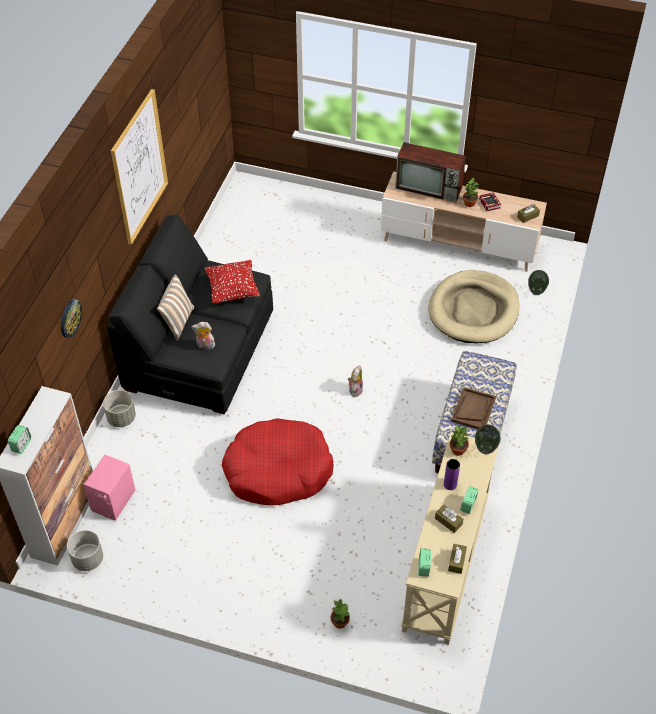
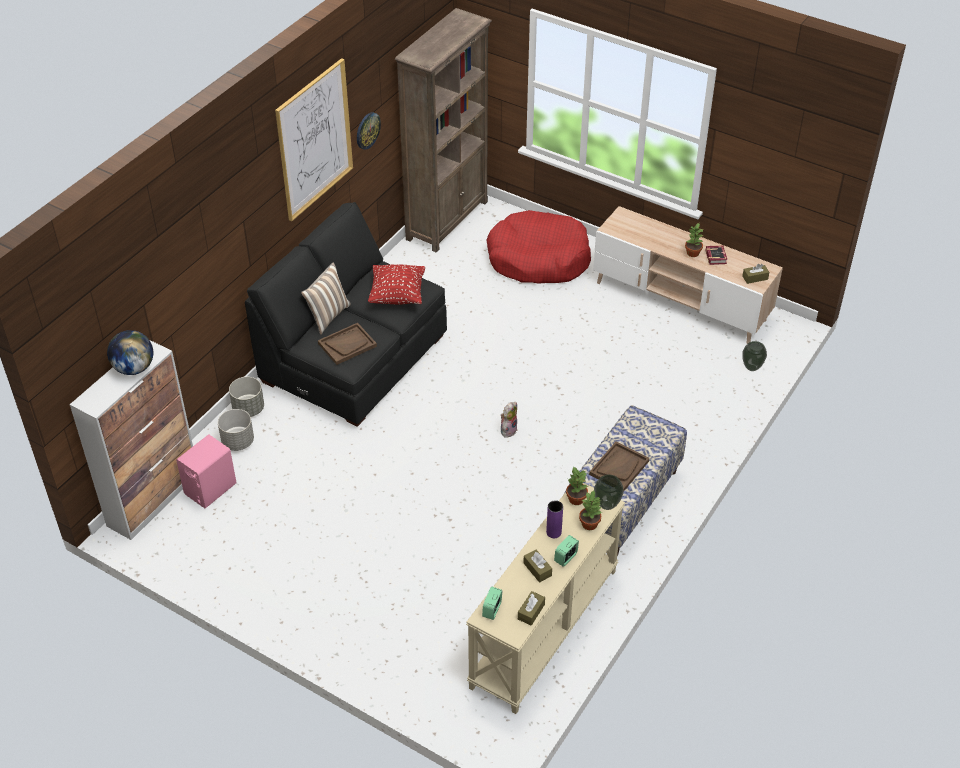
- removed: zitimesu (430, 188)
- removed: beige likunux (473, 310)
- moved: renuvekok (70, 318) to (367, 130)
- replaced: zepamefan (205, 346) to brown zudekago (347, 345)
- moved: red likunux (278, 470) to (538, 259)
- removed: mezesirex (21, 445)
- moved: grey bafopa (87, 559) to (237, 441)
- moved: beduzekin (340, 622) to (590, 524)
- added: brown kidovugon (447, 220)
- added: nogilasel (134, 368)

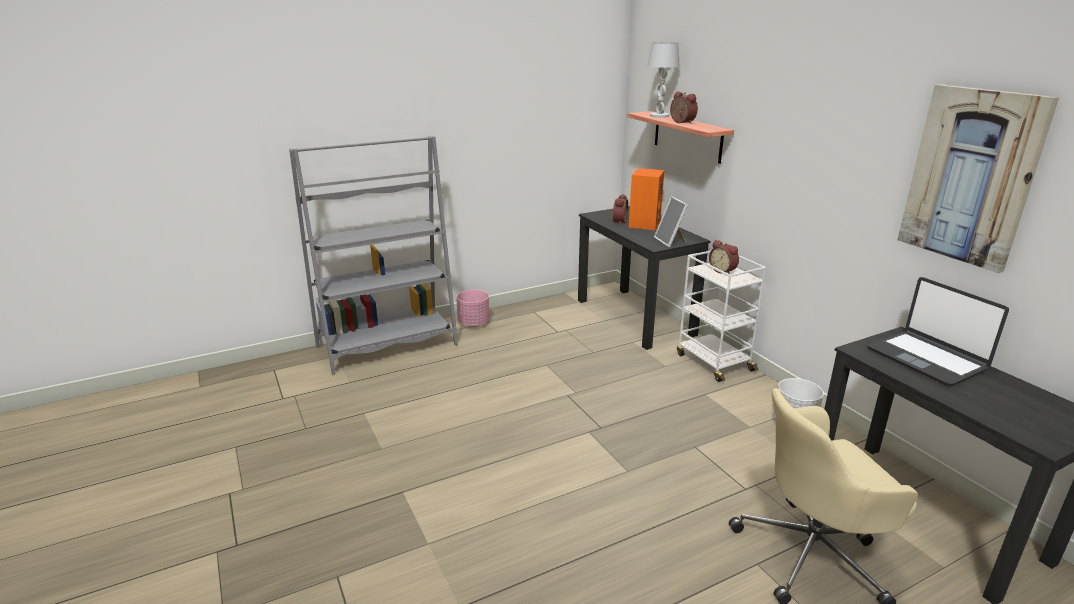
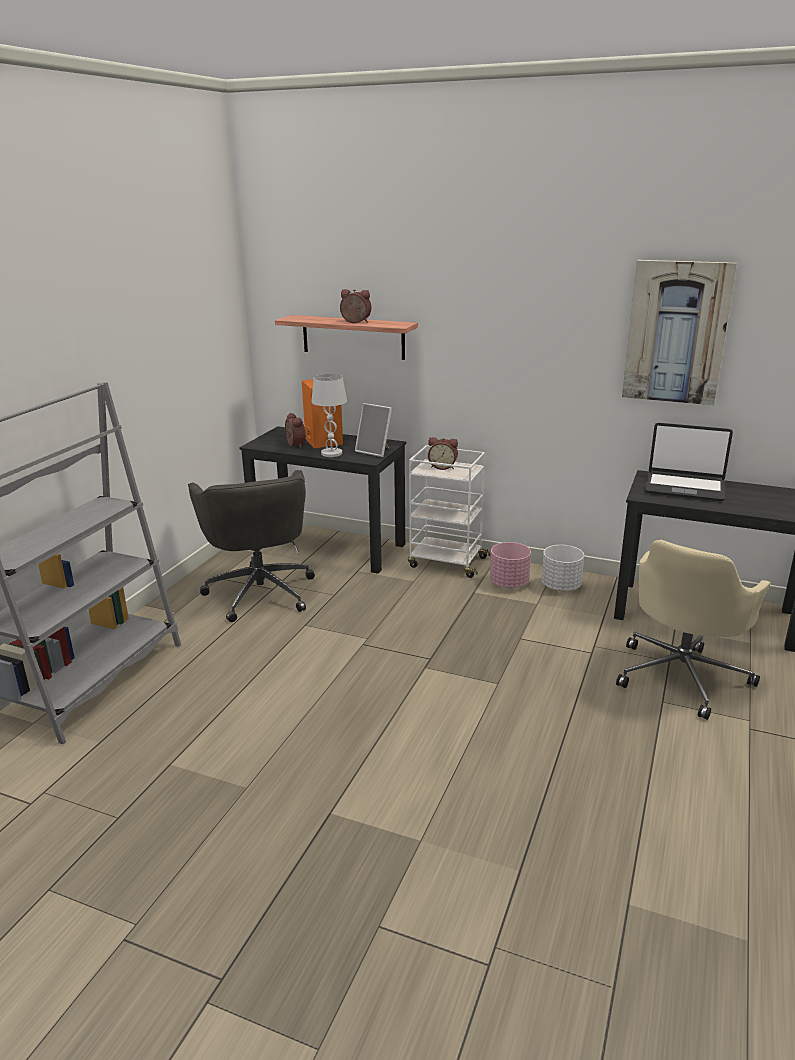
- moved: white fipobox (659, 116) to (332, 453)
- moved: pink bafopa (474, 323) to (509, 583)
- added: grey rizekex (260, 591)

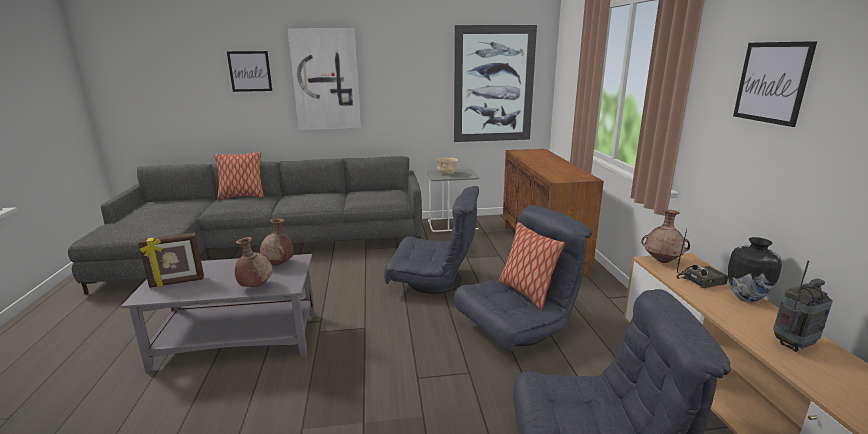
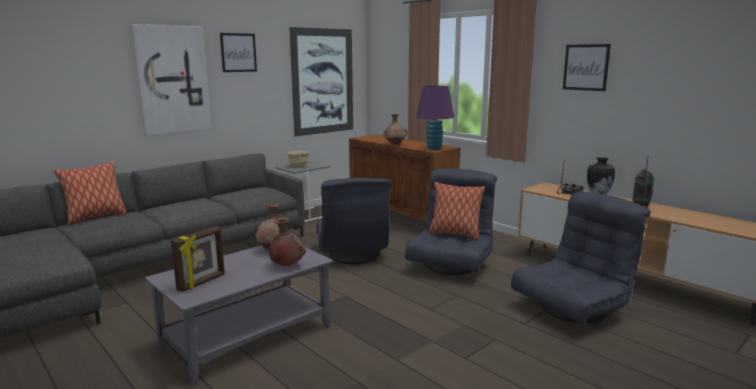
- moved: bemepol (250, 71) to (238, 52)
- turned: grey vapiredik (434, 282) = (353, 255) 105 degrees clockwise
- moved: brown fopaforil (662, 261) to (395, 144)
- added: purple fipobox (434, 148)

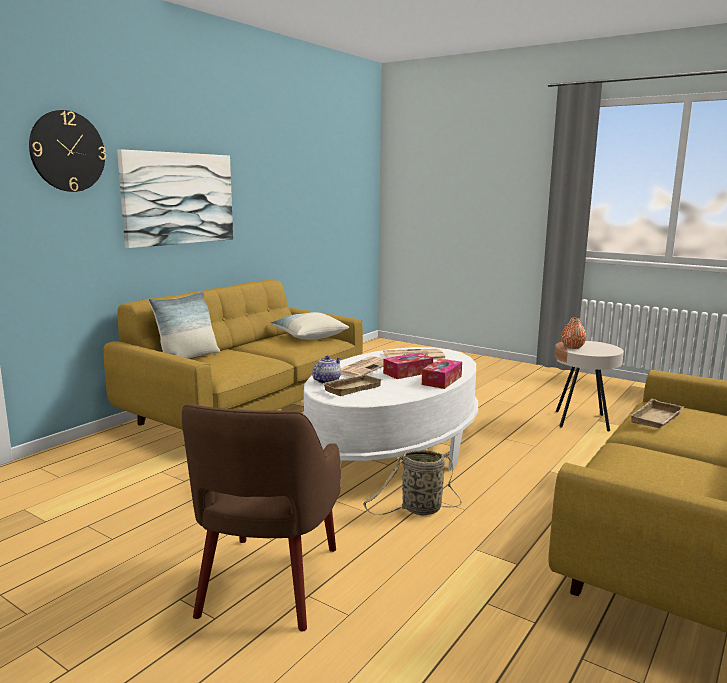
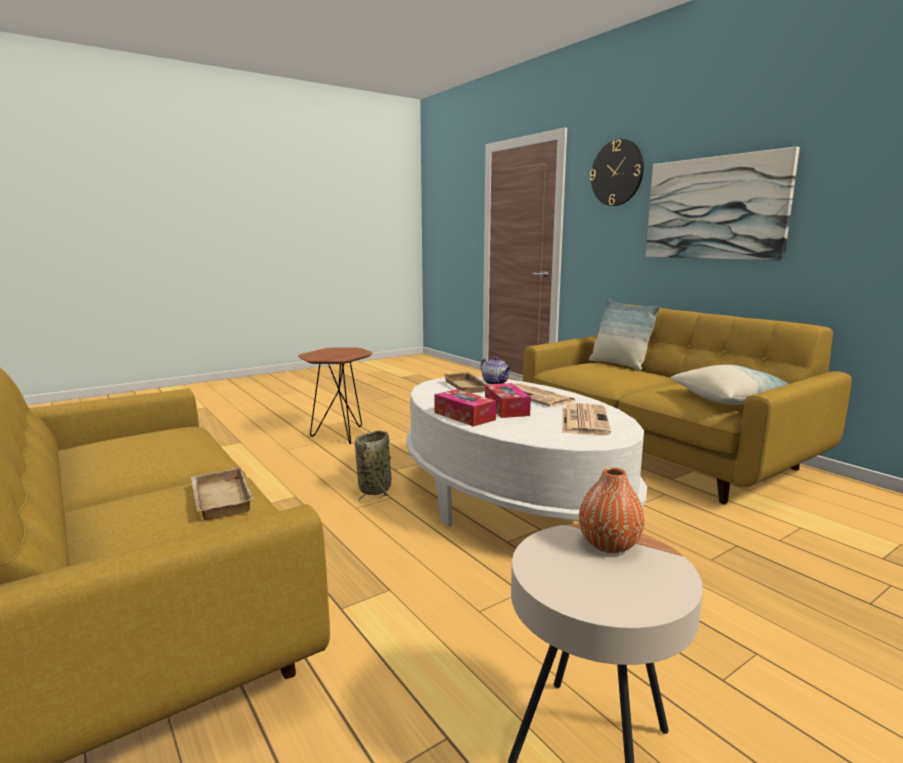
- replaced: brown vapiredik (267, 583) to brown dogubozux (339, 436)

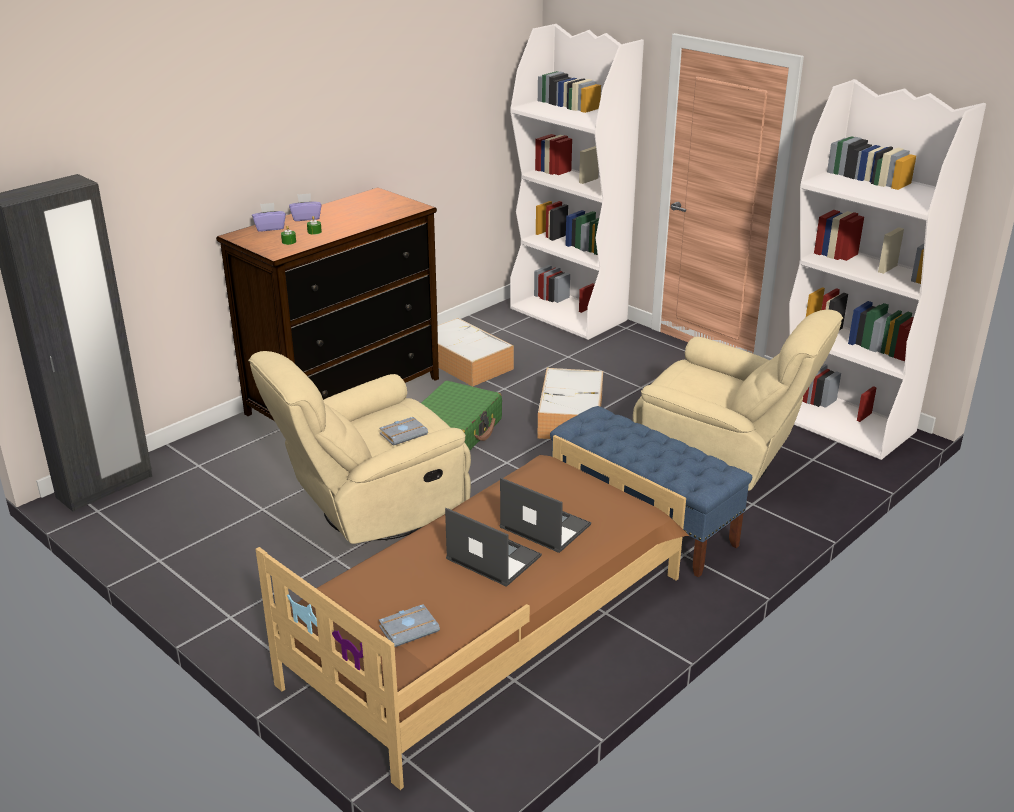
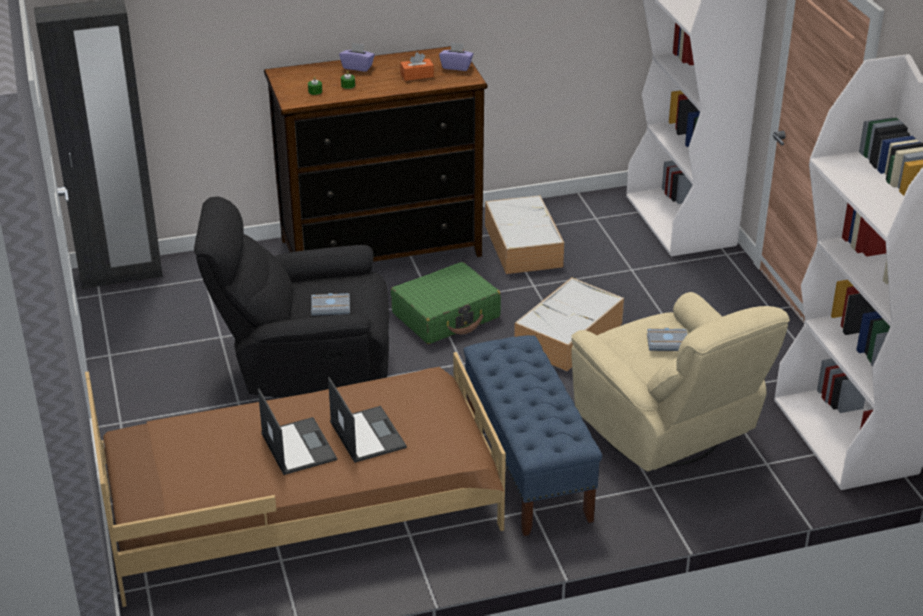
- moved: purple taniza (269, 228) to (456, 67)
- recoloured: beige vapiredik (371, 509) to black vapiredik (305, 368)
- moved: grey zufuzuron (409, 628) to (668, 342)
- added: orange taniza (417, 75)

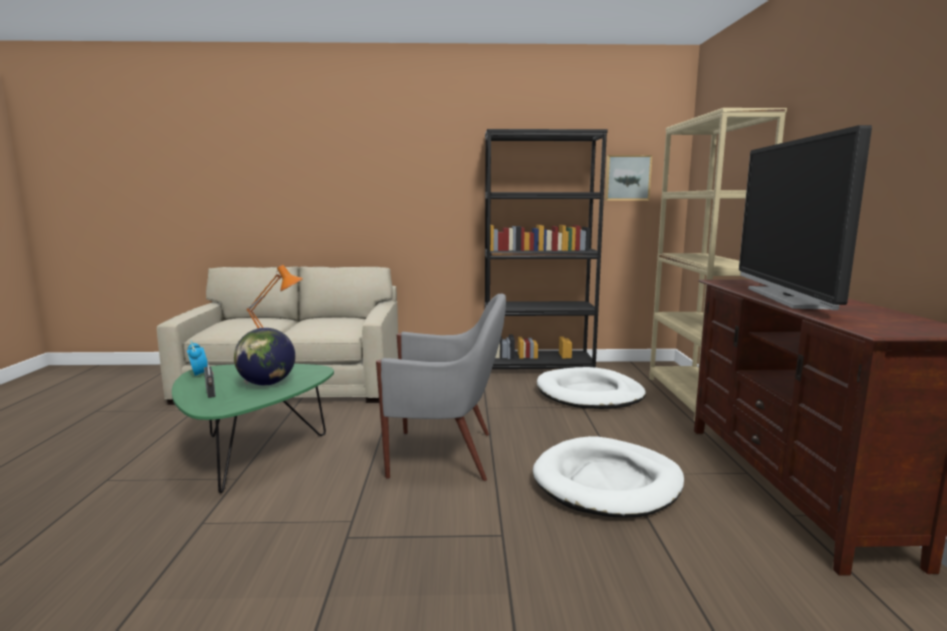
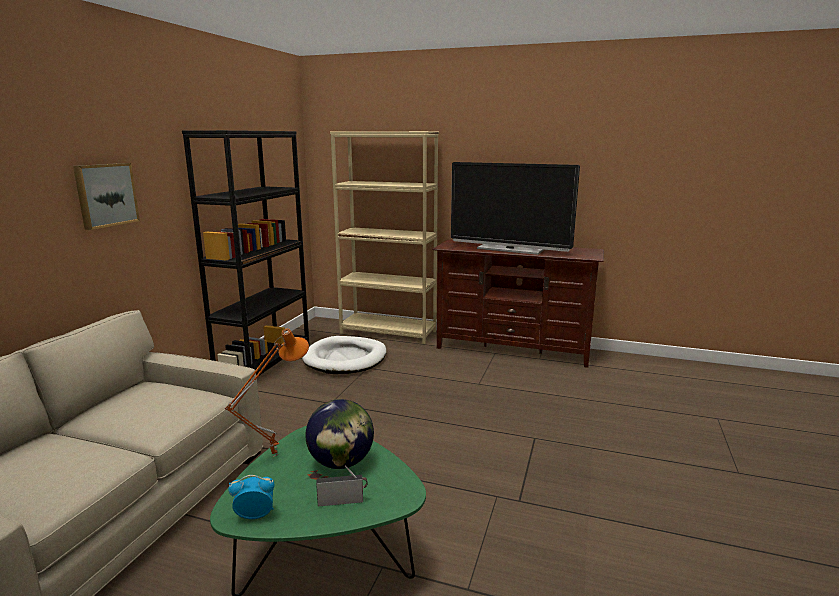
- moved: bemepol (627, 178) to (105, 195)
- removed: grey vapiredik (444, 455)
- removed: white likunux (607, 482)

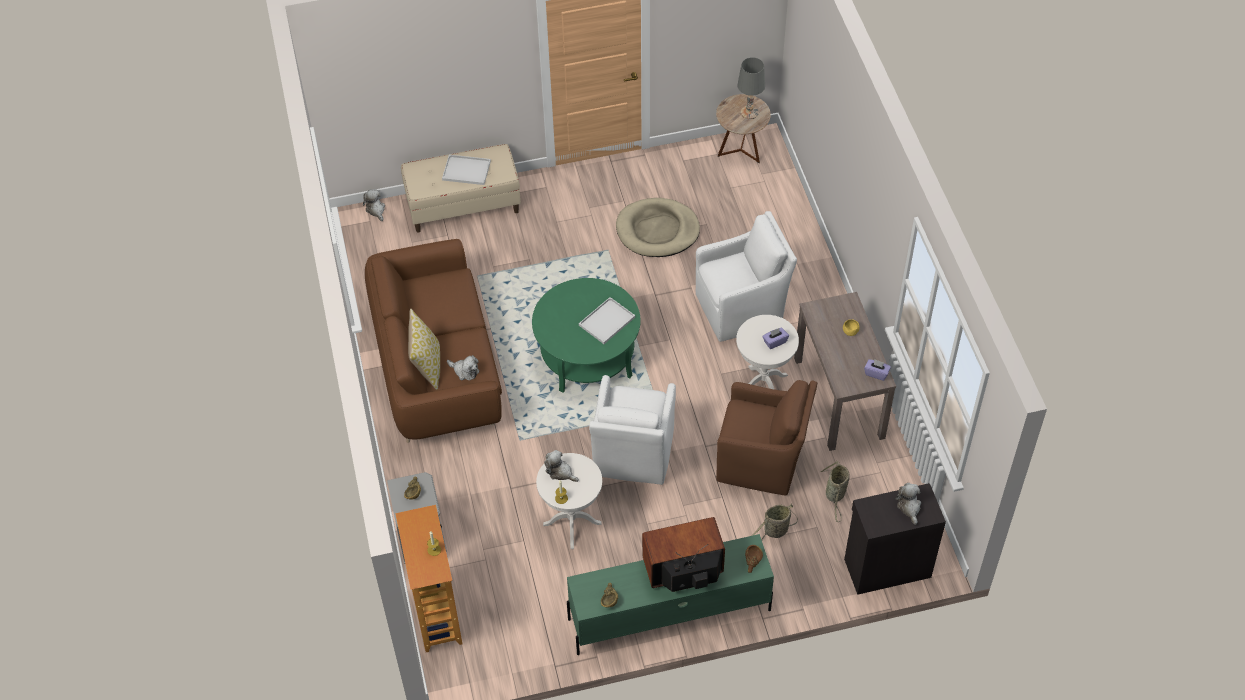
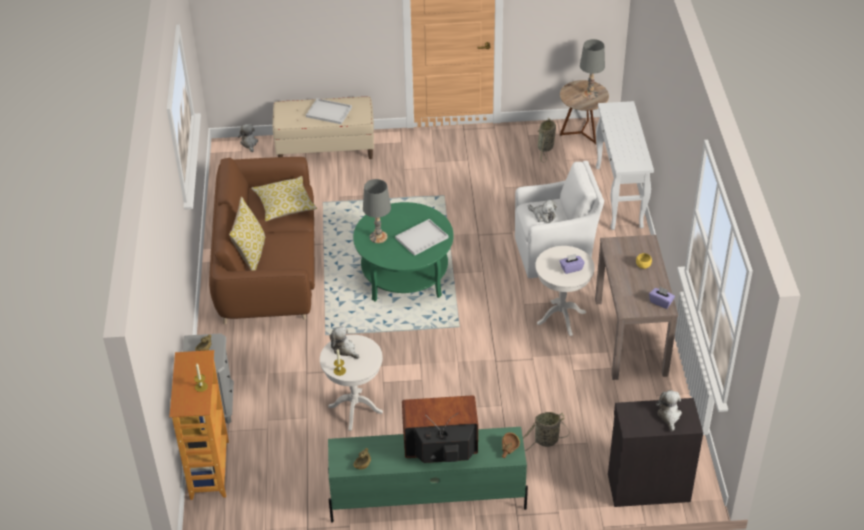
- removed: beige likunux (657, 230)
- moved: zepamefan (465, 371) to (543, 215)
- removed: white vapiredik (633, 454)
- removed: brown vapiredik (762, 461)
- moved: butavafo (835, 495) to (545, 148)
- added: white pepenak (619, 197)
- added: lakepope (284, 205)
- added: grey fipobox (378, 237)

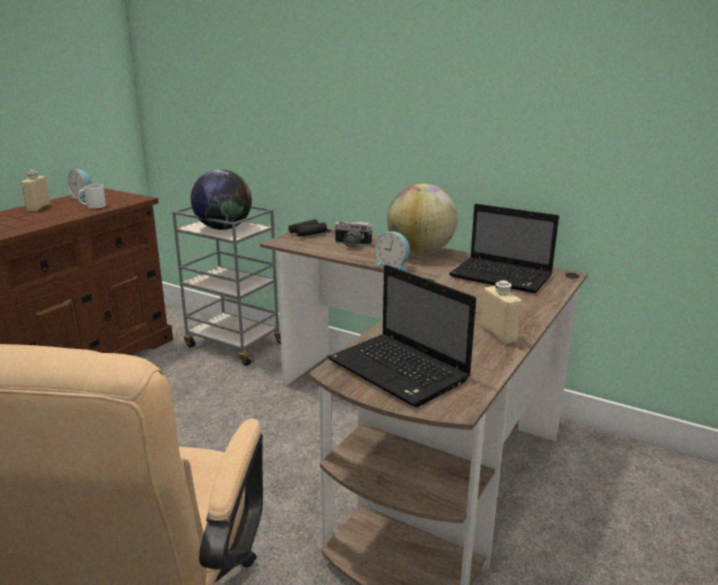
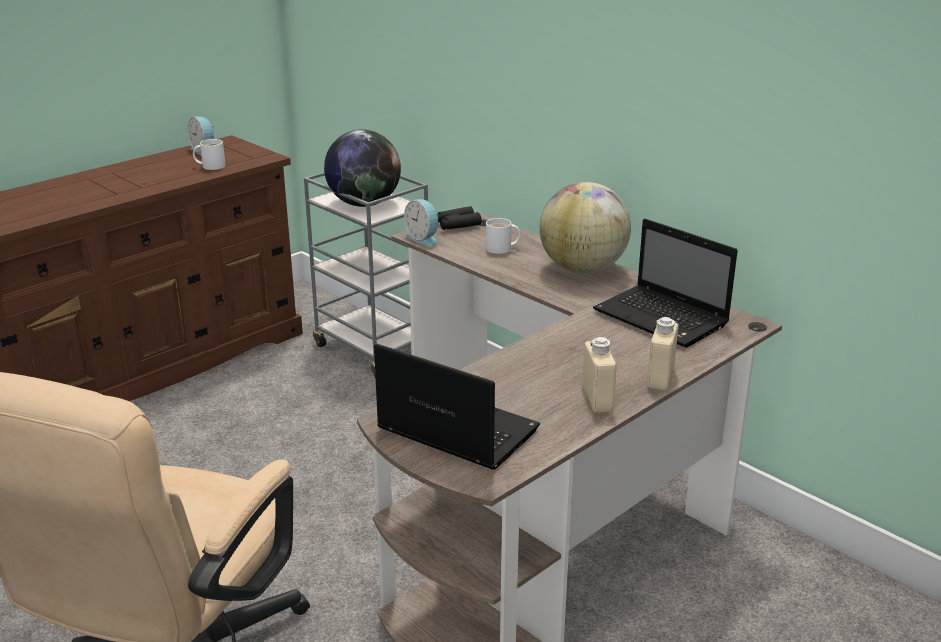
- moved: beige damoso (38, 207) to (660, 377)
- replaced: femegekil (351, 245) to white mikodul (501, 249)
- moved: mezesirex (393, 266) to (423, 238)
- turned: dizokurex (400, 371) = (454, 430) 150 degrees clockwise

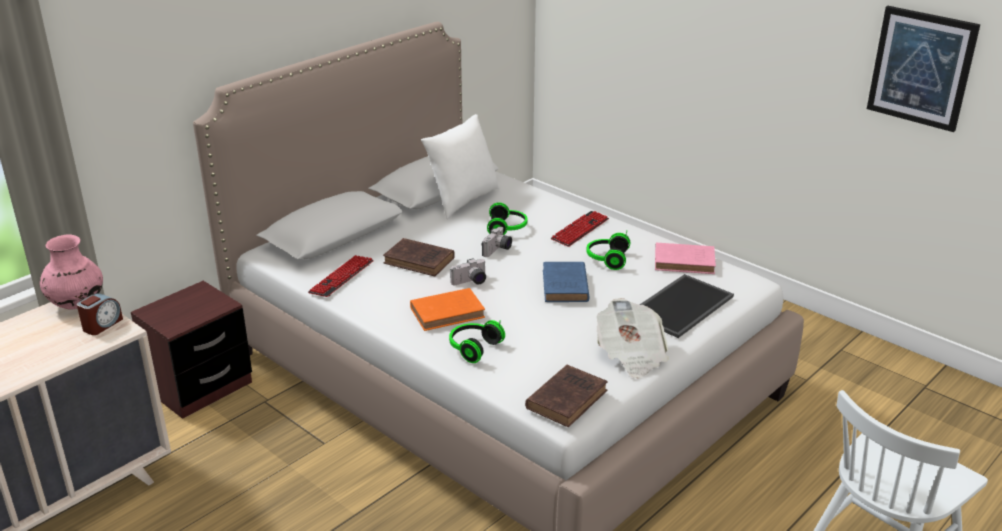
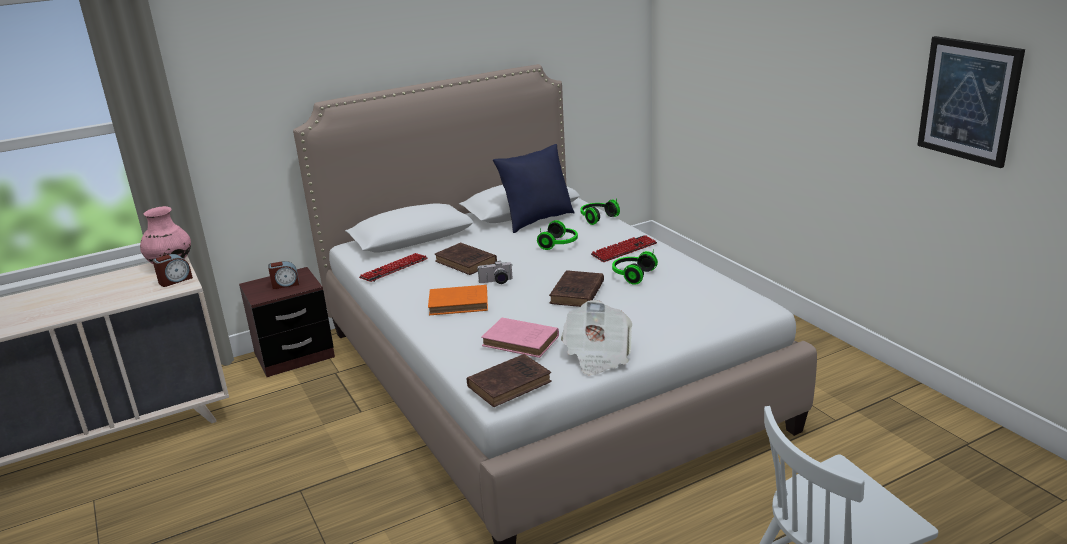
- recoloured: white lakepope (462, 201) to blue lakepope (536, 220)
- removed: femegekil (498, 250)
- moved: pink zufuzuron (686, 262) to (522, 342)
- recoloured: blue zufuzuron (565, 287) to brown zufuzuron (576, 293)
- removed: zudekago (680, 305)
- moved: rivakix (473, 348) to (597, 218)
- added: mezesirex (285, 284)

